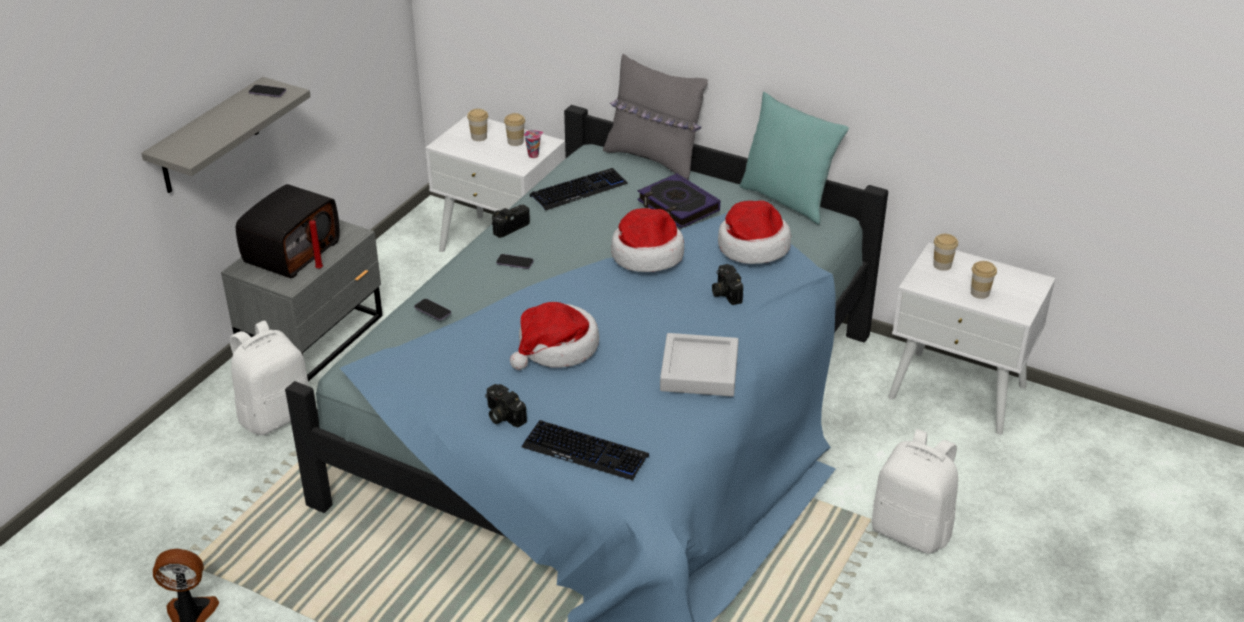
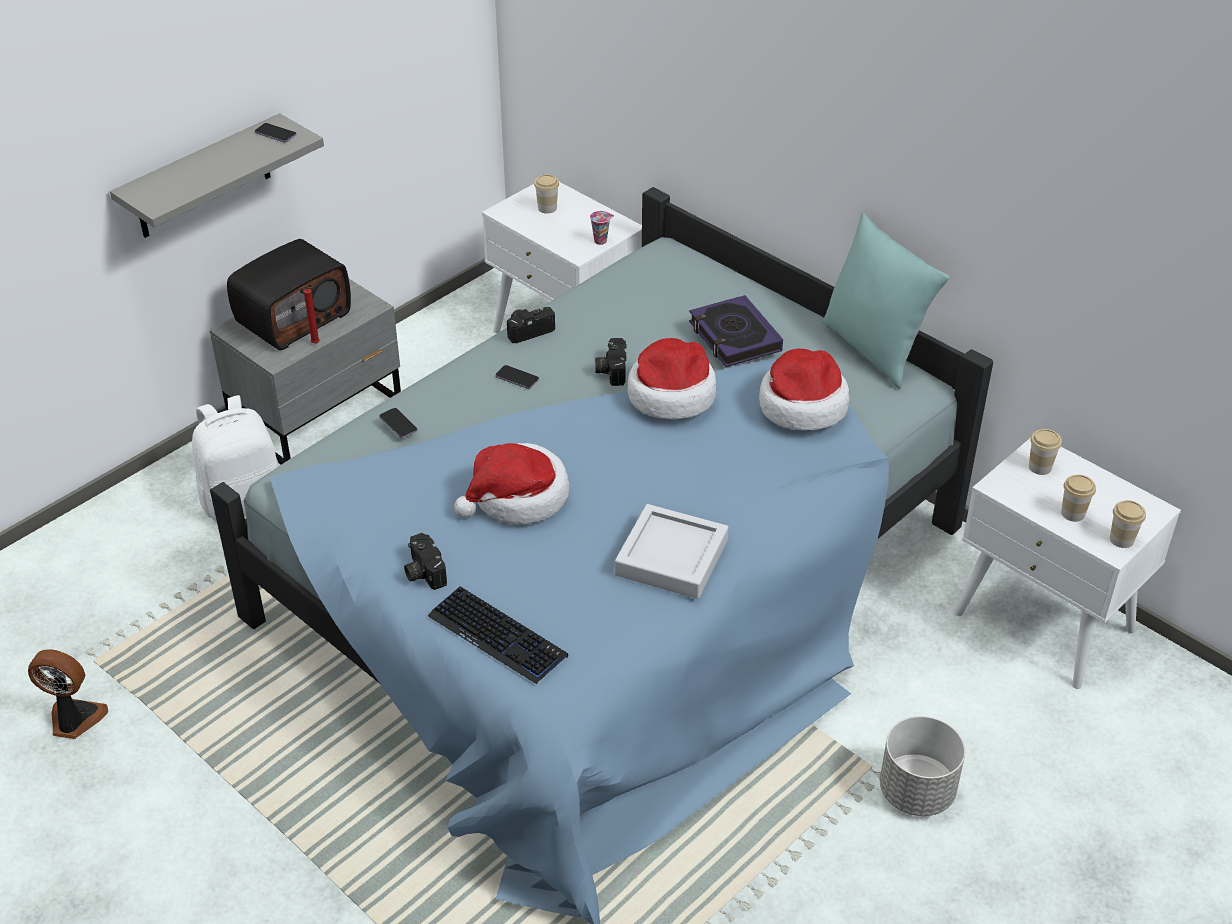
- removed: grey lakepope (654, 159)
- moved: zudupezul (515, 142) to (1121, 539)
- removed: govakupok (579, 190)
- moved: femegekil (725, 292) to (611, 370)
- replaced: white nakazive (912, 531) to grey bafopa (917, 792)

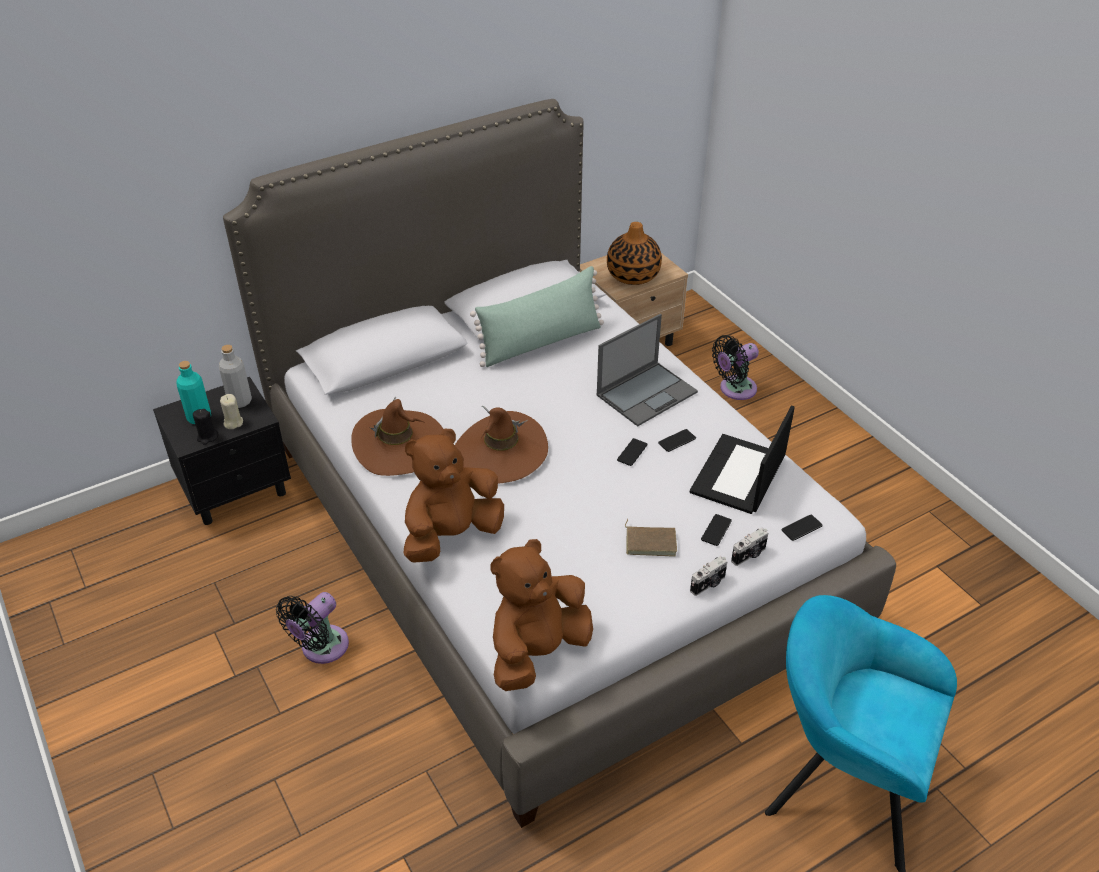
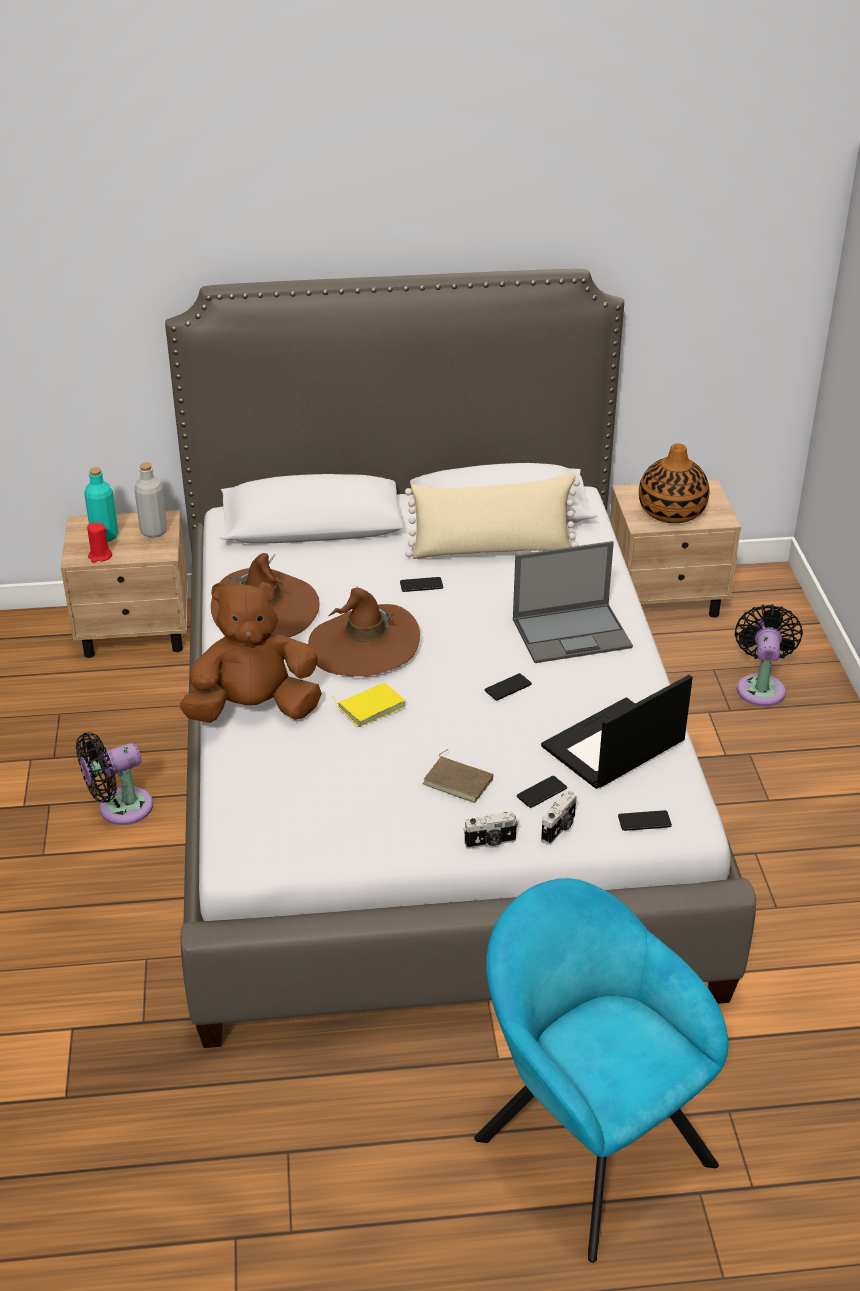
- recoloured: green lakepope (541, 342) to beige lakepope (492, 550)
- turned: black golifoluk (734, 389) = (761, 687) 105 degrees clockwise
- recoloured: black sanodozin (237, 489) to beige sanodozin (136, 632)
- removed: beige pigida (233, 422)
- recoloured: black pigida (207, 437) to red pigida (100, 556)
- moved: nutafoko (677, 441) to (421, 585)
- turned: femegekil (749, 555) = (559, 829) 45 degrees counterclockwise
- removed: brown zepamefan (537, 651)
- added: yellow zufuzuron (370, 706)

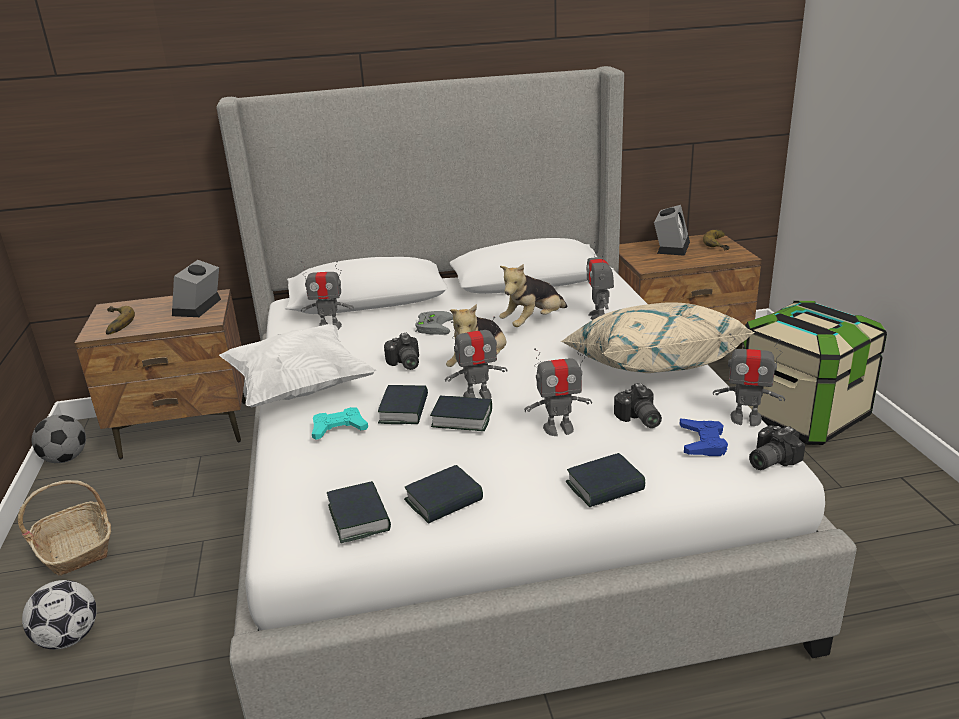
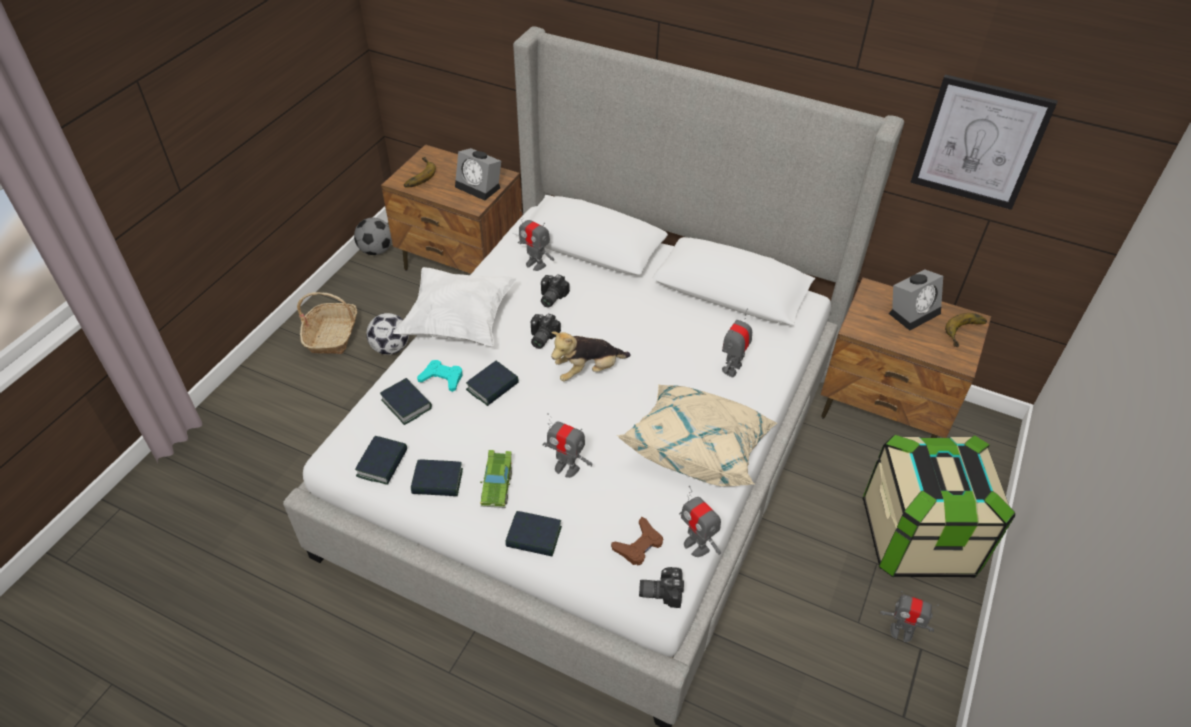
- turned: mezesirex (198, 308) = (480, 187) 105 degrees counterclockwise
- removed: zepamefan (533, 322)
- removed: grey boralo (433, 325)
- moved: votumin (477, 396) to (901, 632)
- moved: femegekil (638, 419) to (550, 297)
- moved: zufuzuron (462, 419) to (406, 404)
- recoloured: blue boralo (702, 442) to brown boralo (638, 545)
- moved: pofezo (69, 638) to (391, 348)
- added: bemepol (979, 142)
- added: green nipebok (497, 485)

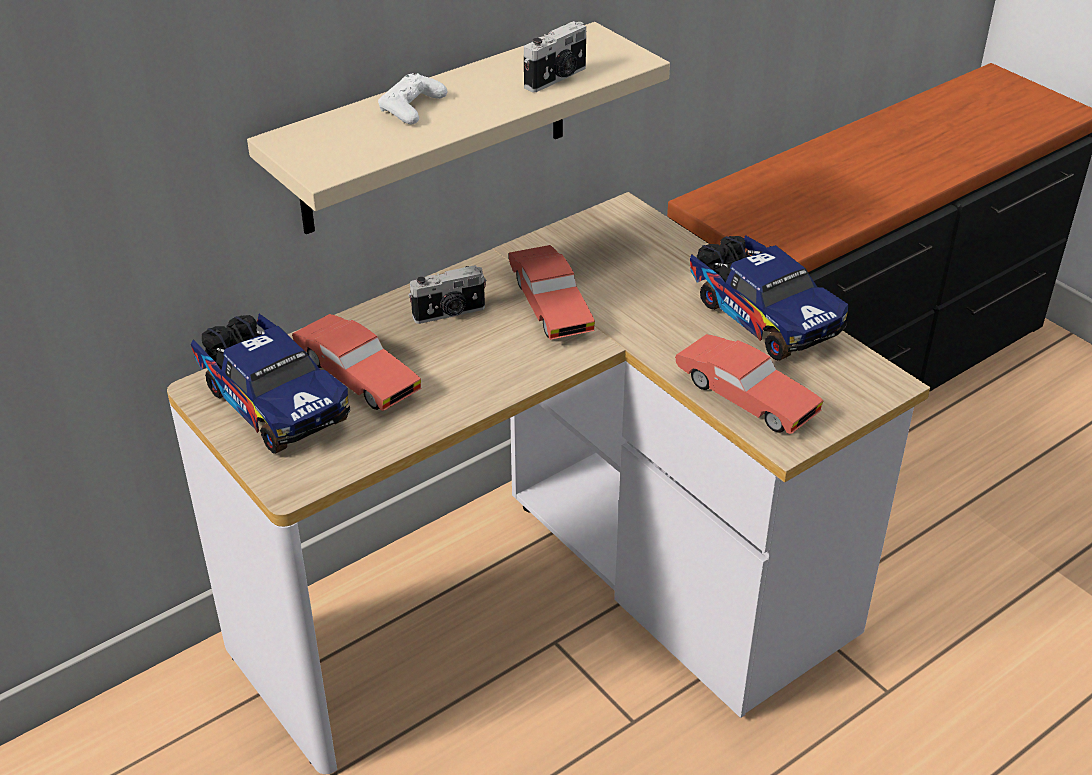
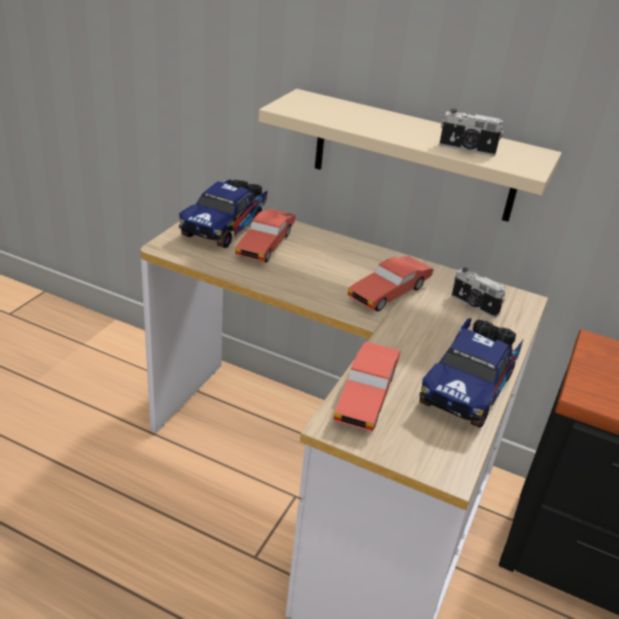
- removed: white boralo (412, 107)
- moved: femegekil (449, 313) to (473, 305)

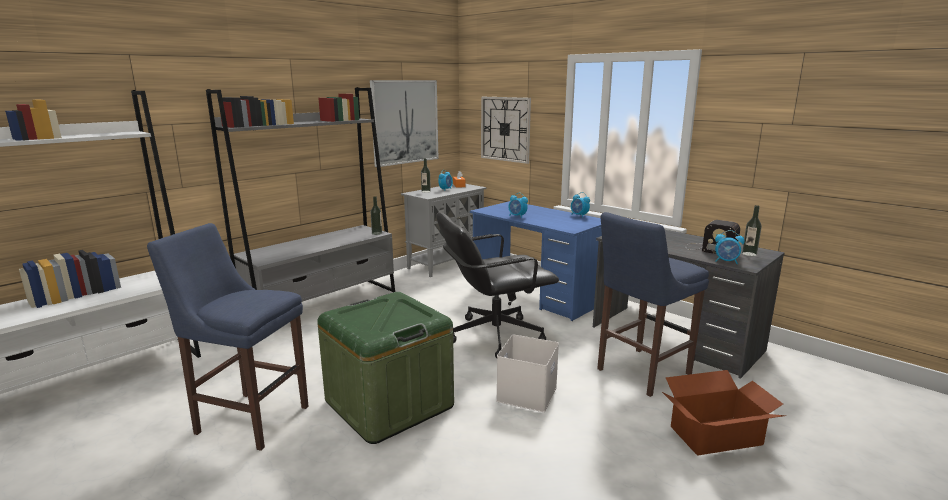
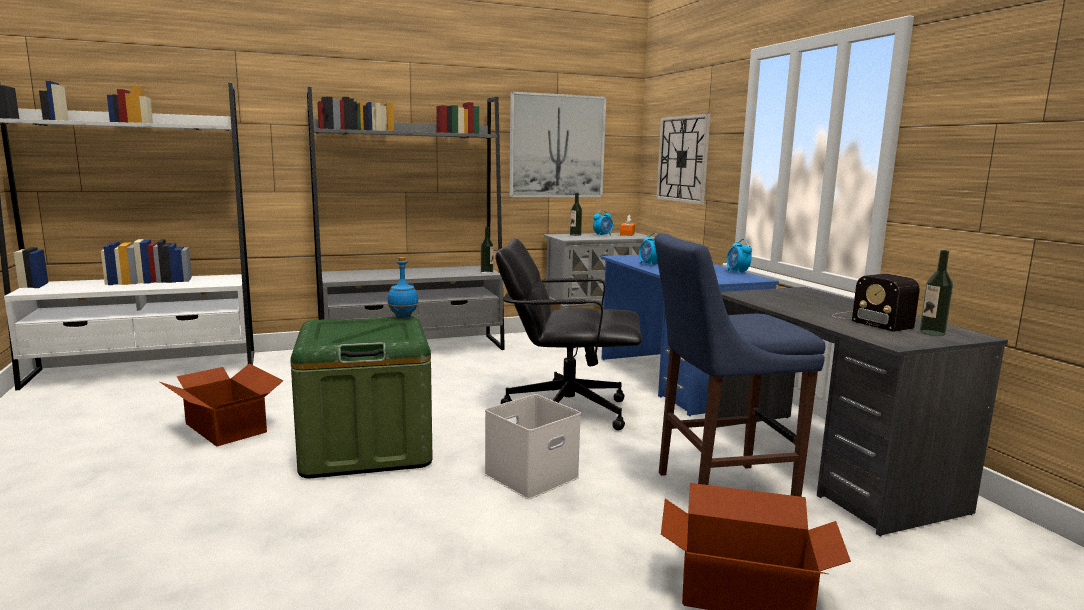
- replaced: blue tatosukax (249, 418) to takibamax (226, 427)
- removed: mezesirex (726, 262)
- added: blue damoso (403, 317)

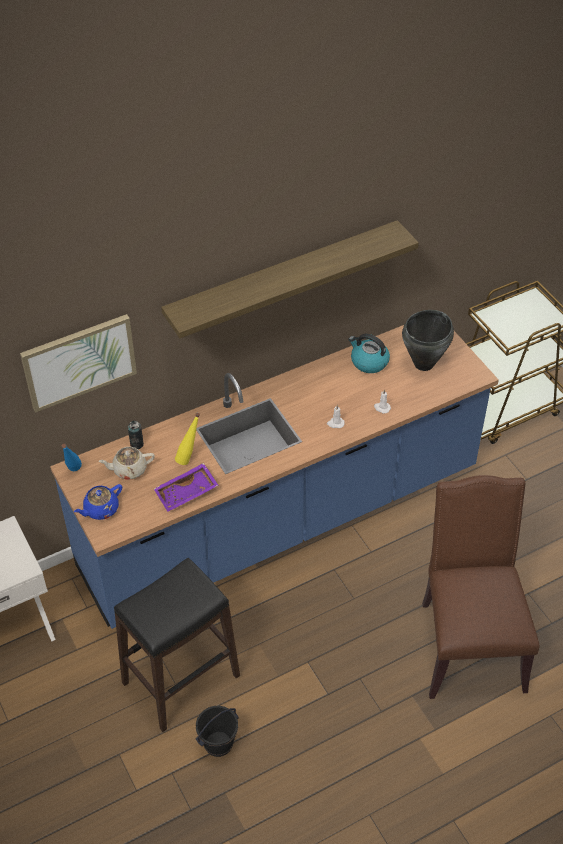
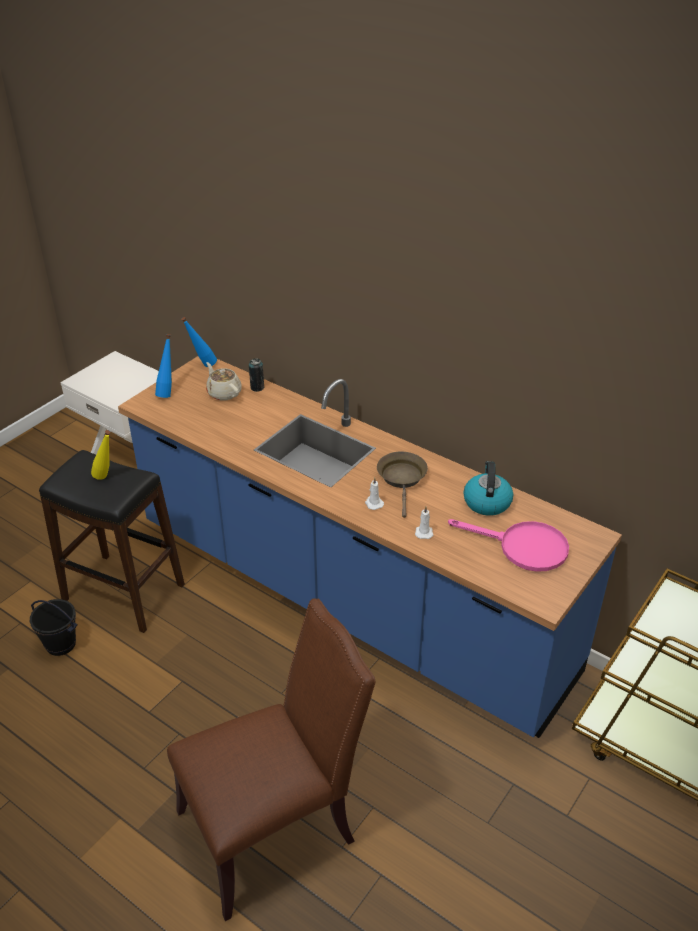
- removed: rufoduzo (283, 279)
- replaced: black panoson (424, 364) to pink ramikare (523, 547)
- removed: bemepol (79, 361)
- moved: yellow damoso (189, 458) to (107, 478)
- removed: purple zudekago (187, 493)
- replaced: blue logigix (100, 509) to blue damoso (168, 393)
- added: brown ramikare (402, 479)

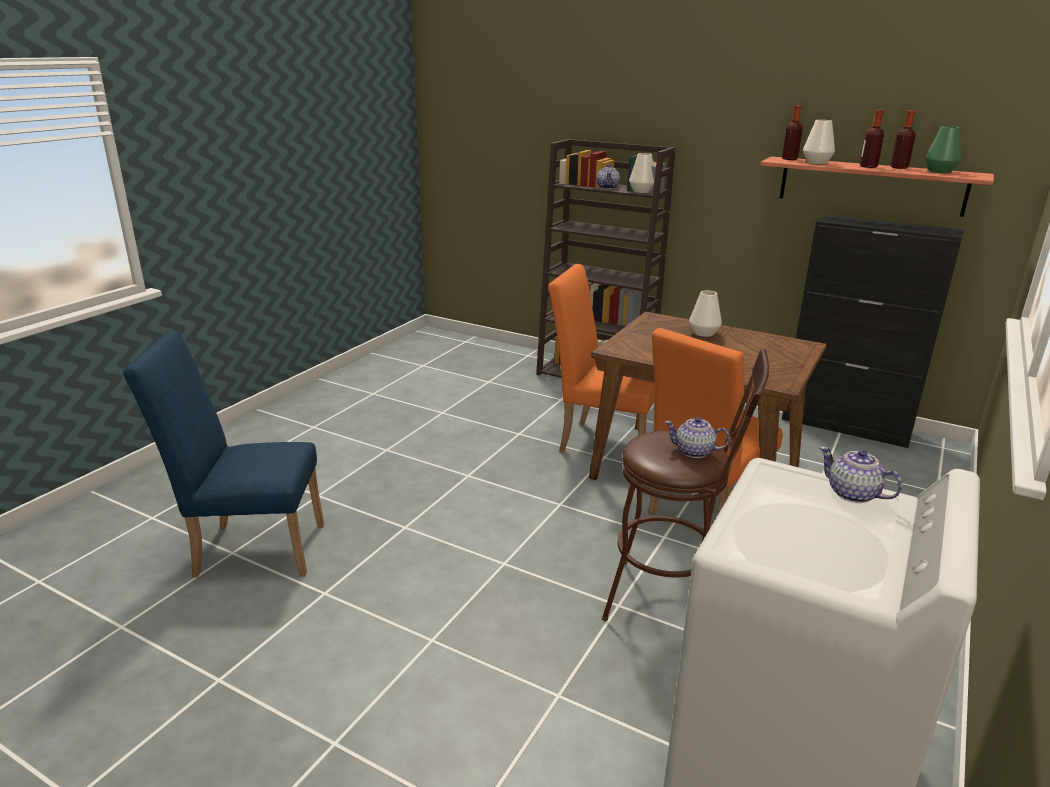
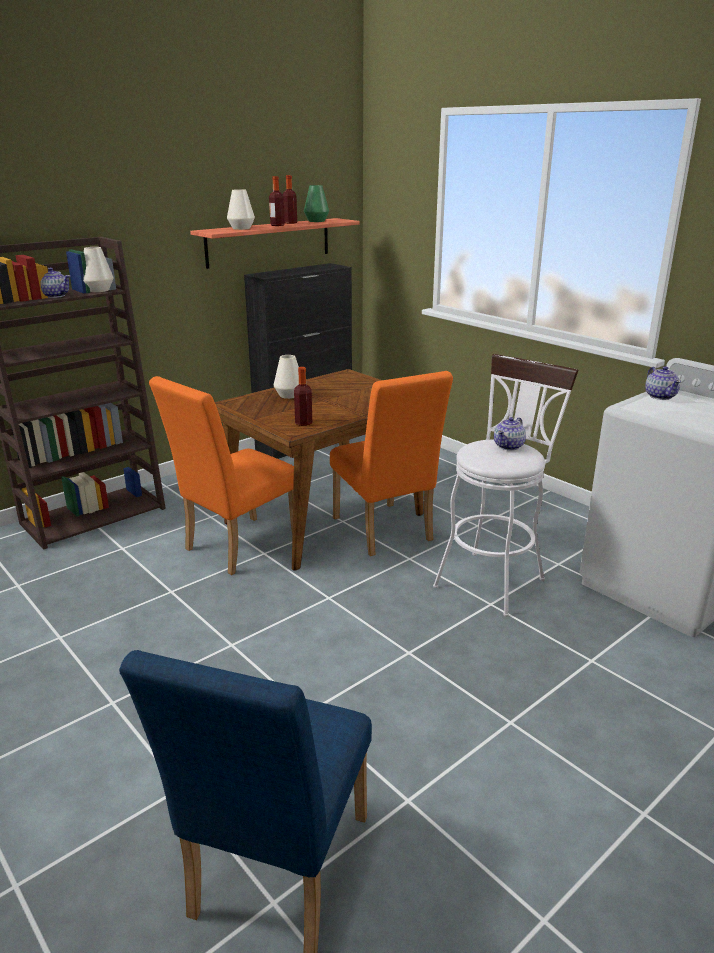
- moved: damoso (789, 159) to (303, 423)
- recoloured: brown tatosukax (672, 601) to white tatosukax (493, 578)
- turned: logigix (853, 494) = (660, 396) 75 degrees counterclockwise

